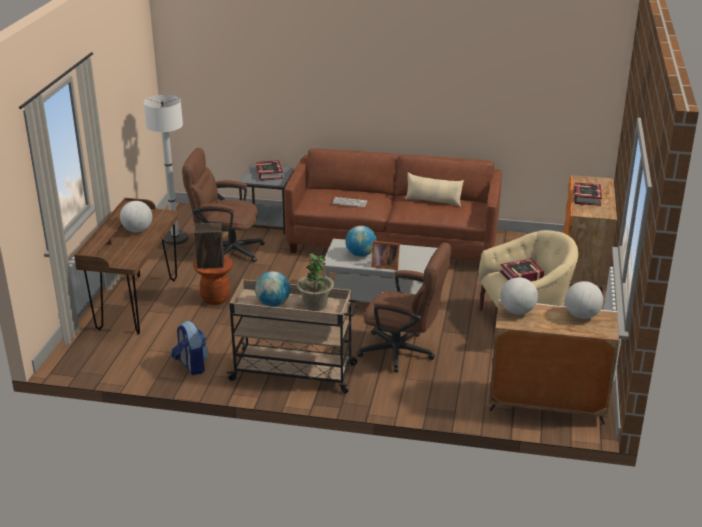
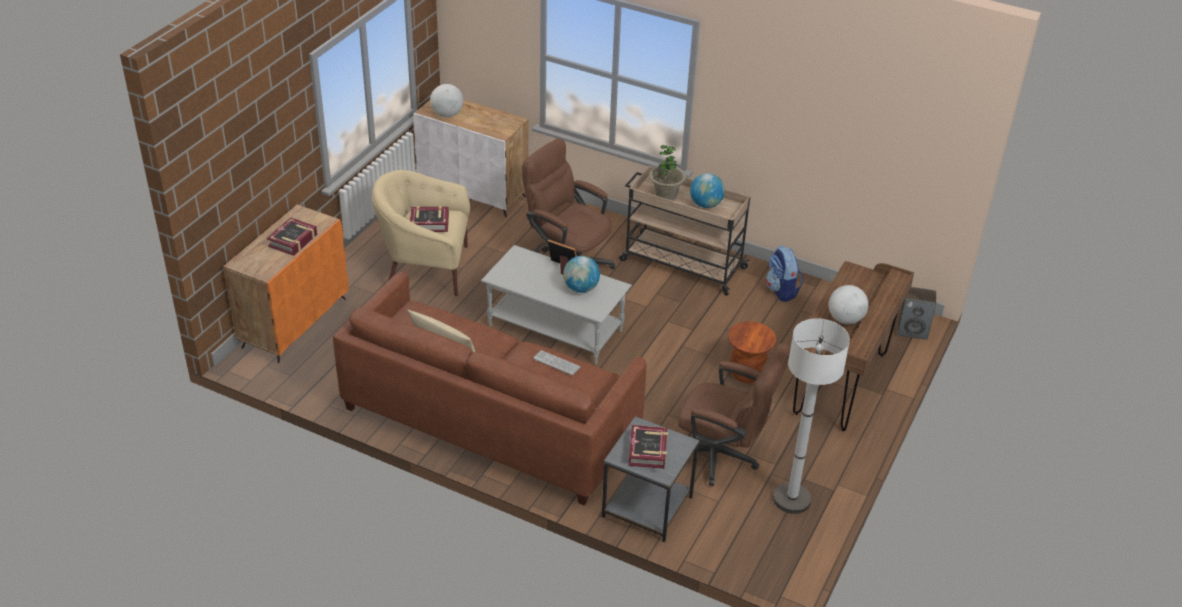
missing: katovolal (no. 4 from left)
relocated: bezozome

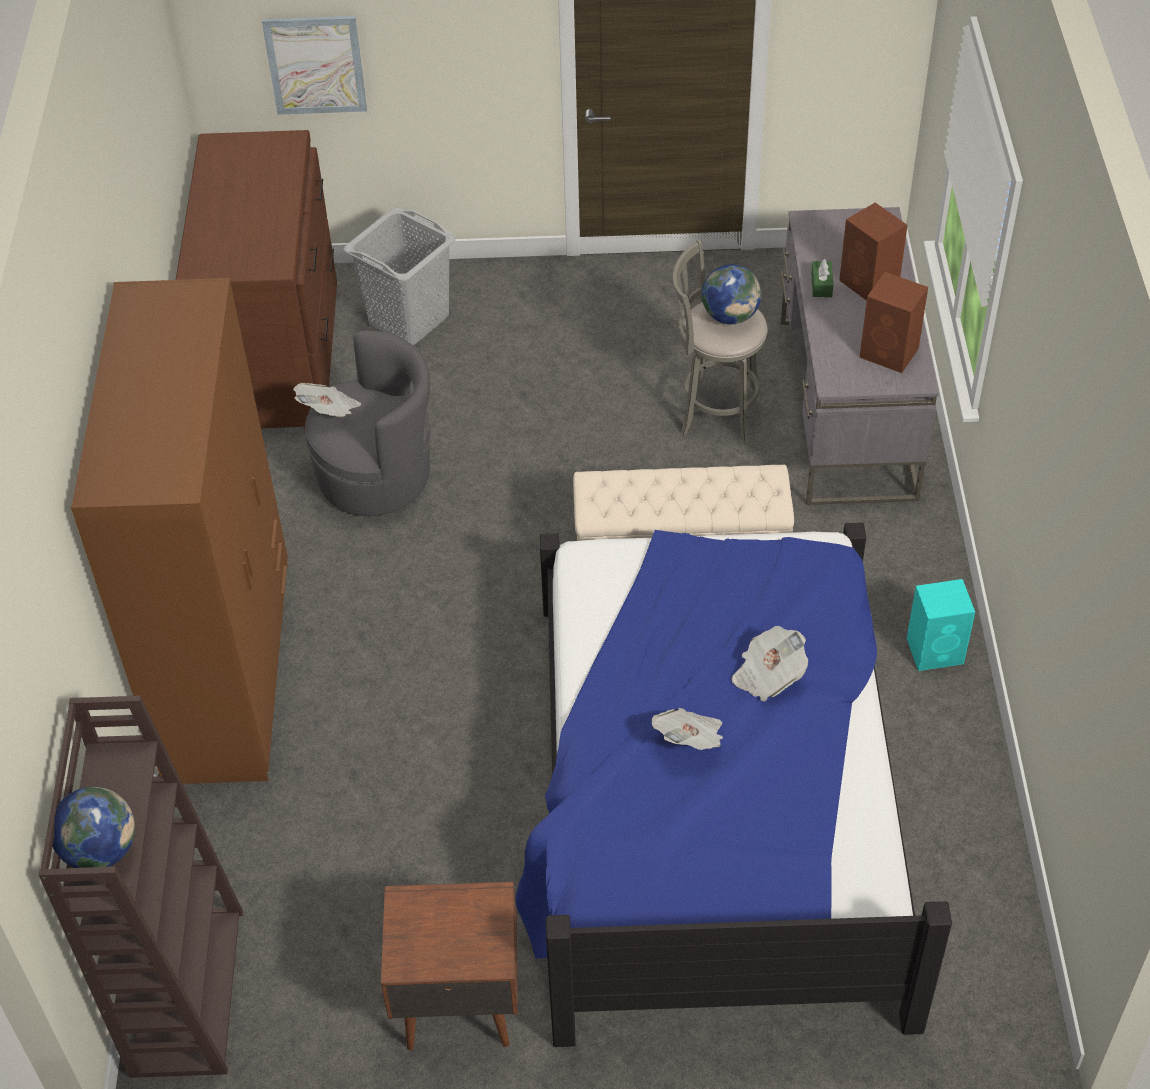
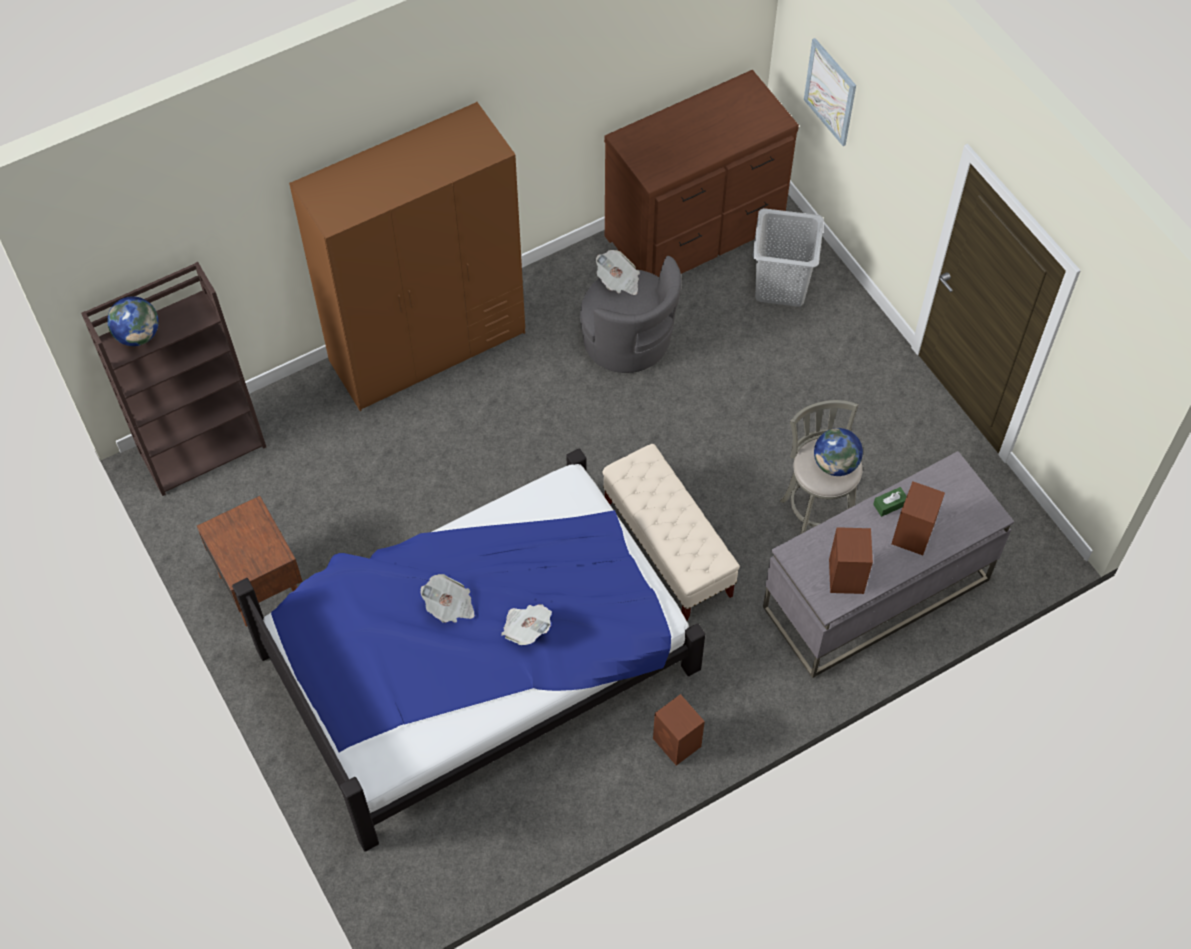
colour: turquoise_bezozome to brown_bezozome (no. 1 from left)

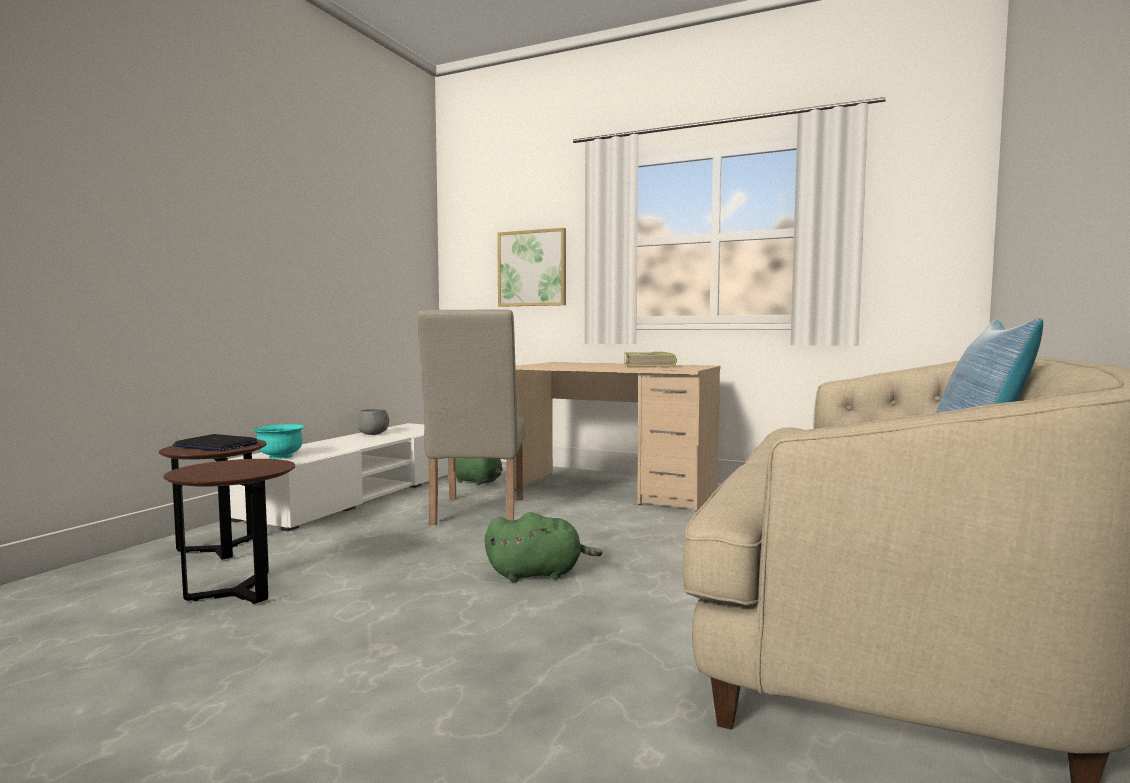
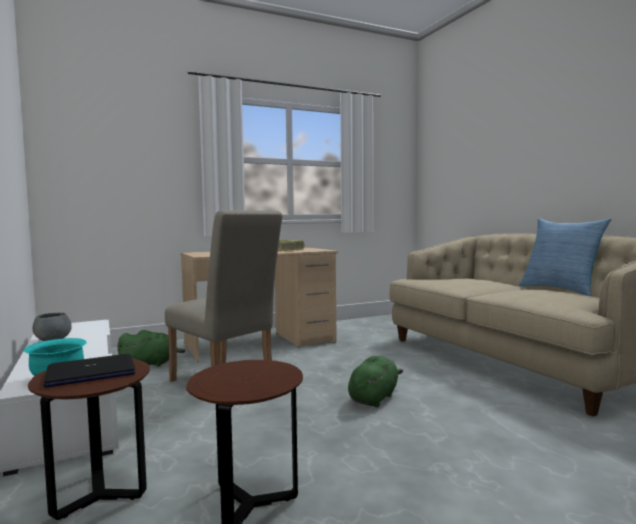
missing: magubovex

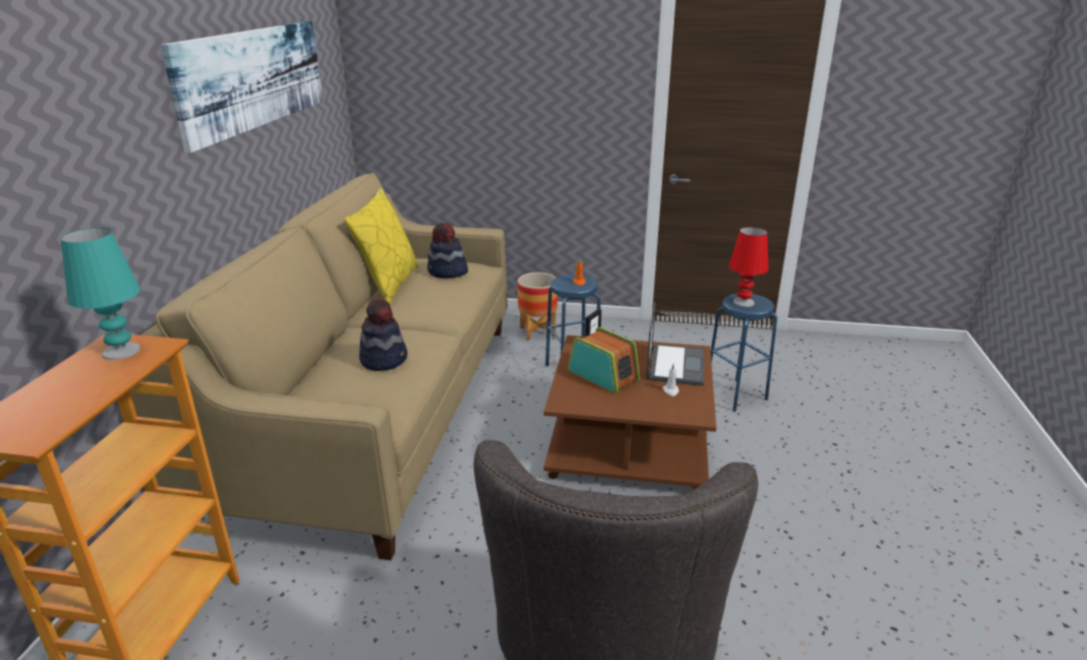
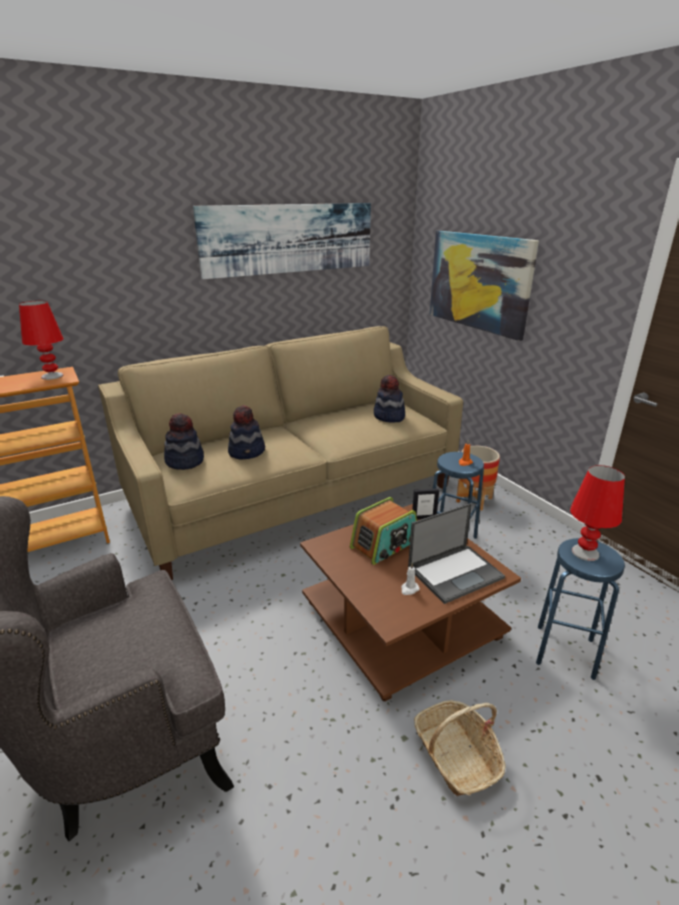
missing: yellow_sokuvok
appeared: magubovex (no. 2 from left); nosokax (no. 1 from left); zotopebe
colour: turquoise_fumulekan to red_fumulekan (no. 1 from left)
spun: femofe 45 degrees clockwise

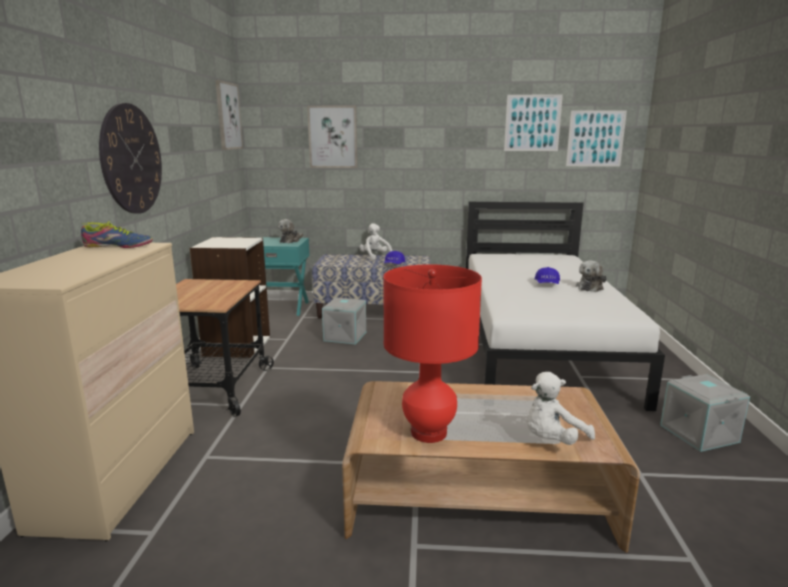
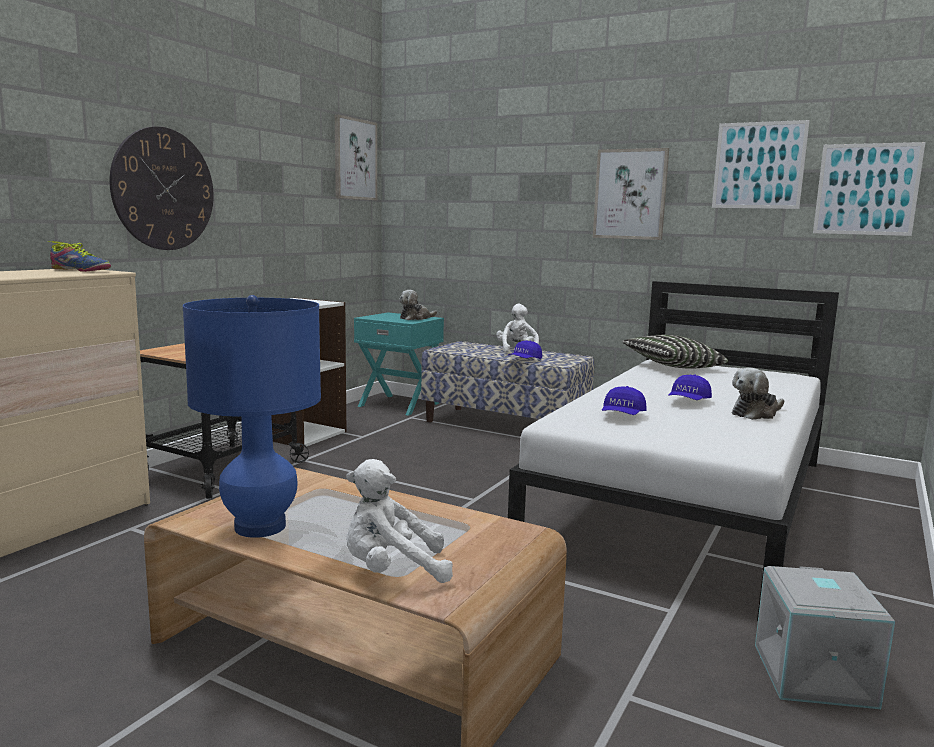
missing: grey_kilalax (no. 1 from left)
appeared: sokuvok; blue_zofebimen (no. 2 from left)
relocated: magubovex (no. 2 from left)
colour: red_fumulekan to blue_fumulekan

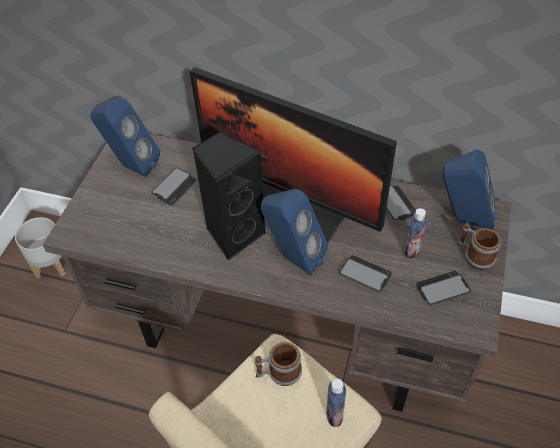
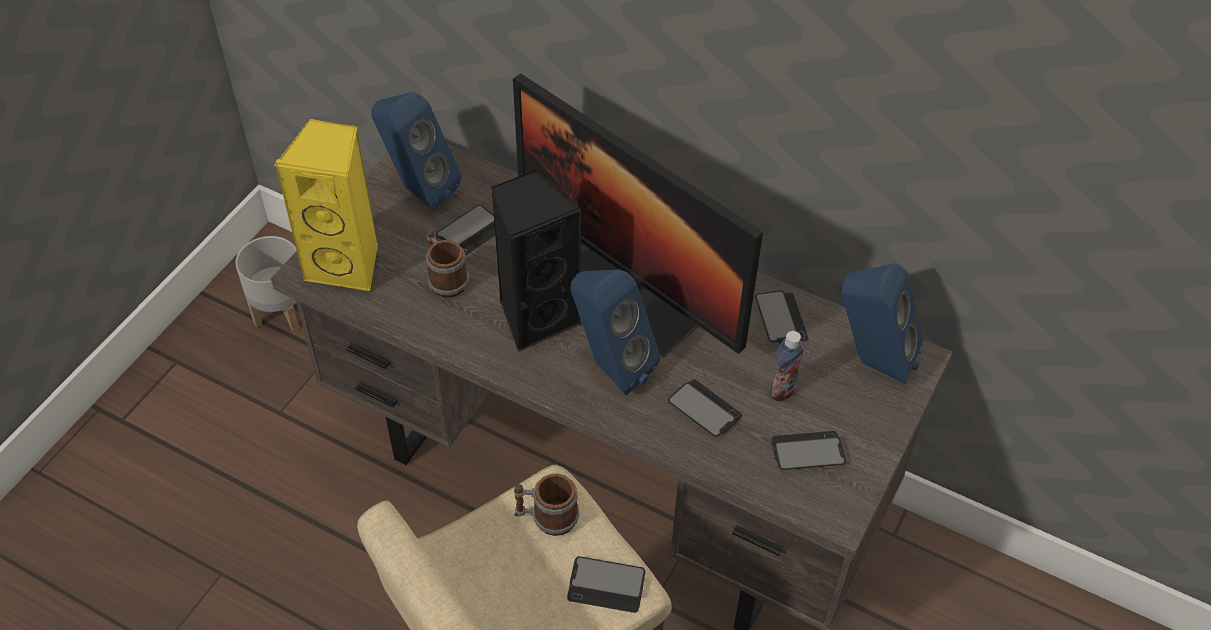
appeared: yellow_bezozome
relocated: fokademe (no. 2 from left in the first image) to fokademe (no. 1 from left)
exchanged: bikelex (no. 1 from left) to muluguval (no. 2 from left)

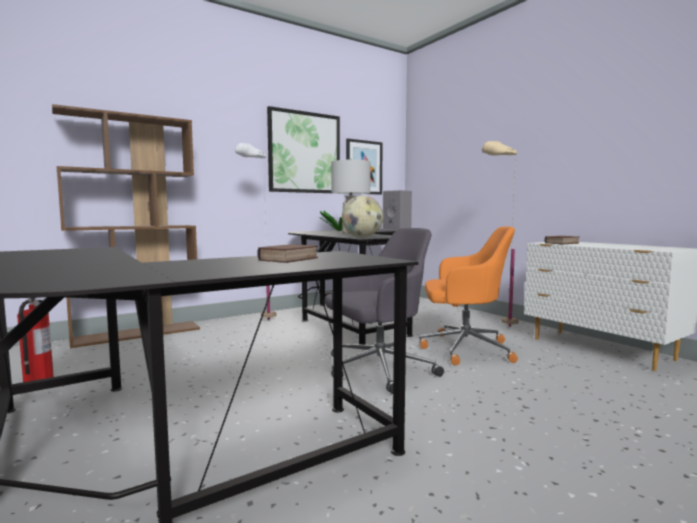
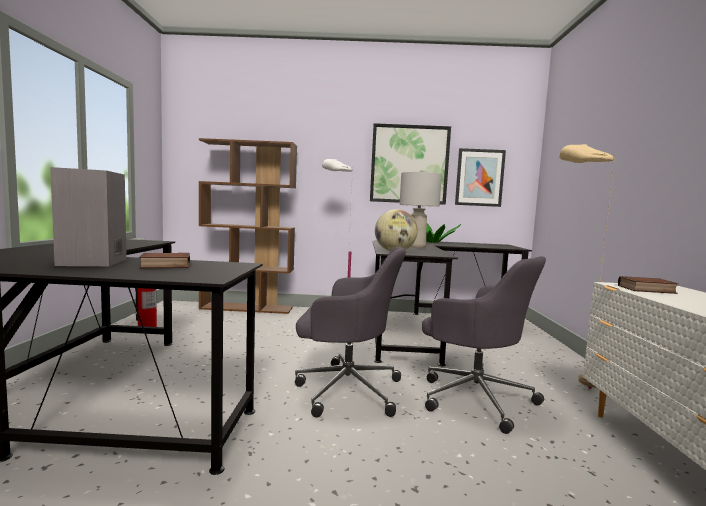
relocated: grey_bezozome
colour: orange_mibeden to grey_mibeden (no. 2 from left)

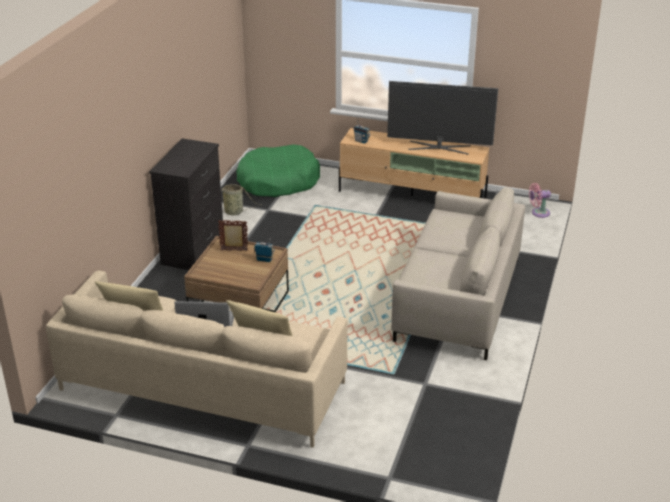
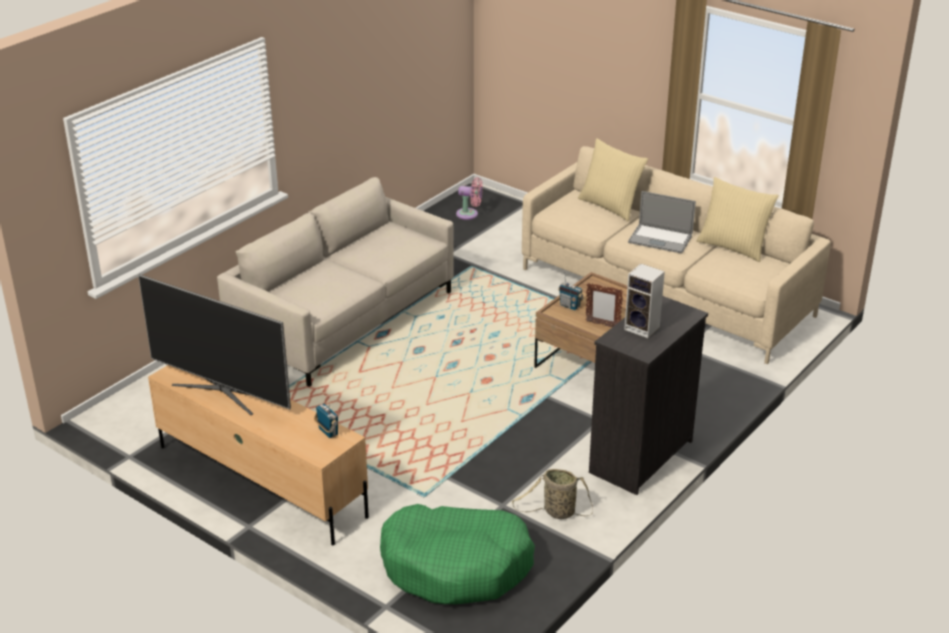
appeared: bezozome
relocated: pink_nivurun

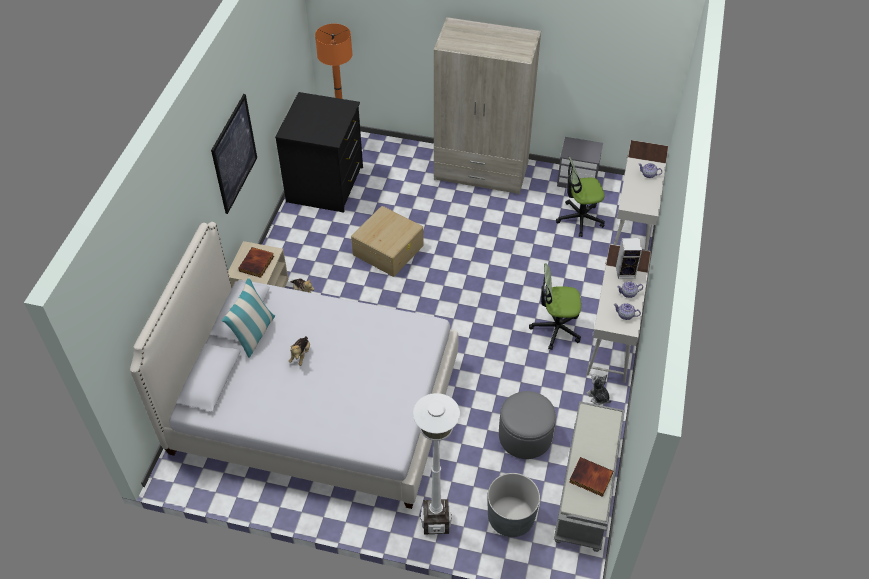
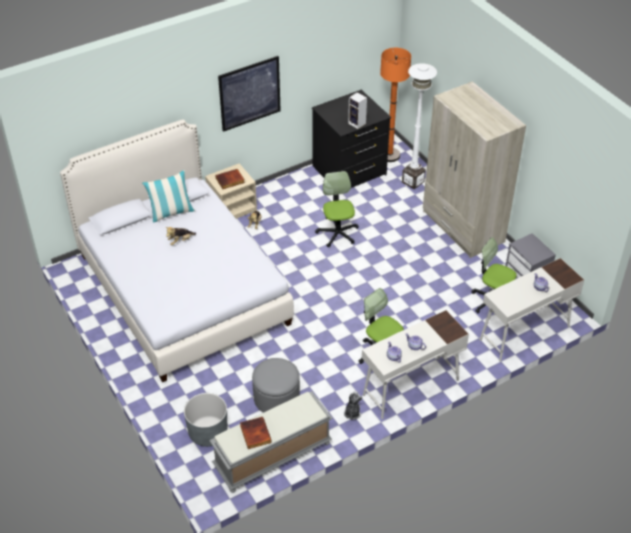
relocated: bezozome; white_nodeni
exchanged: beige_kilalax to mibeden (no. 1 from left)

